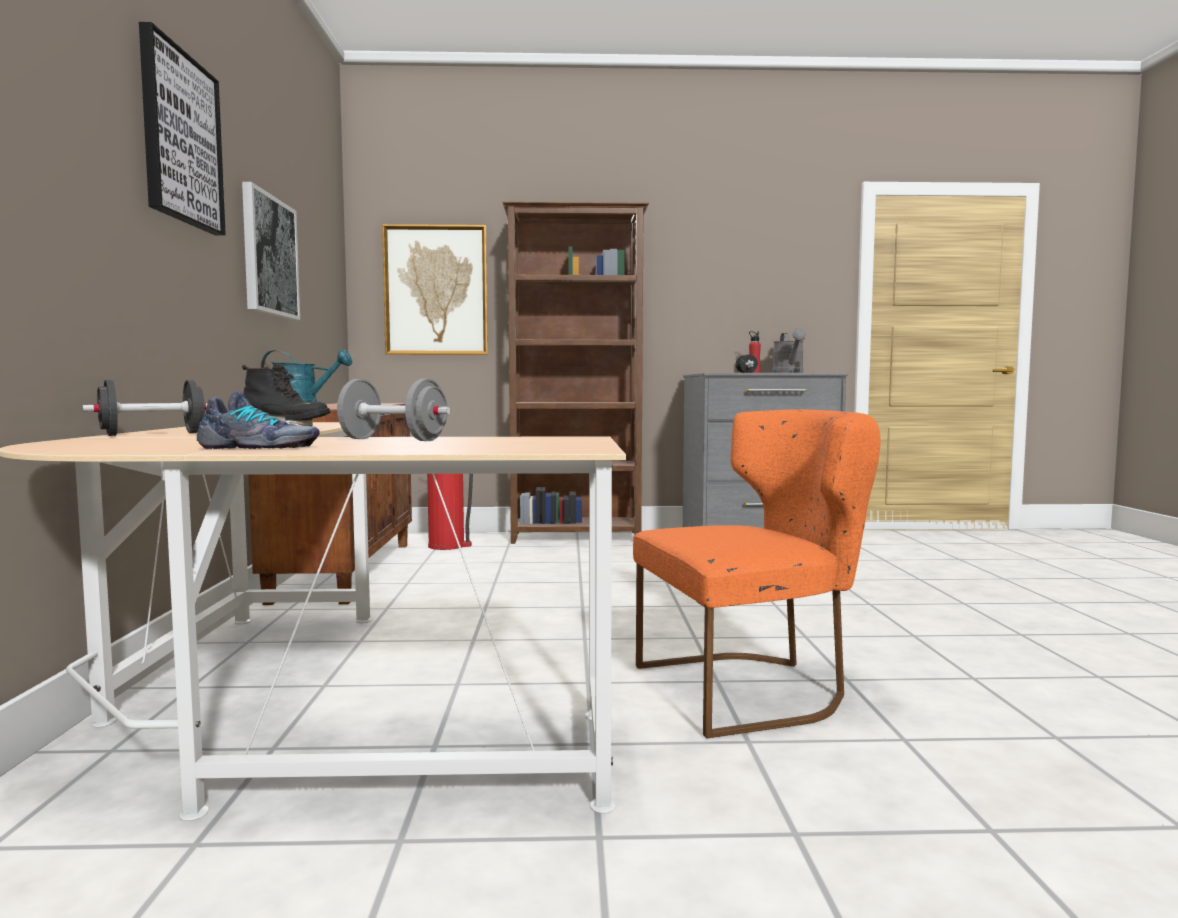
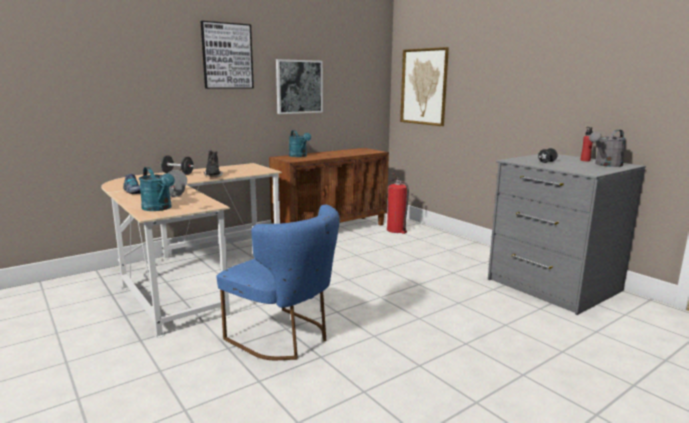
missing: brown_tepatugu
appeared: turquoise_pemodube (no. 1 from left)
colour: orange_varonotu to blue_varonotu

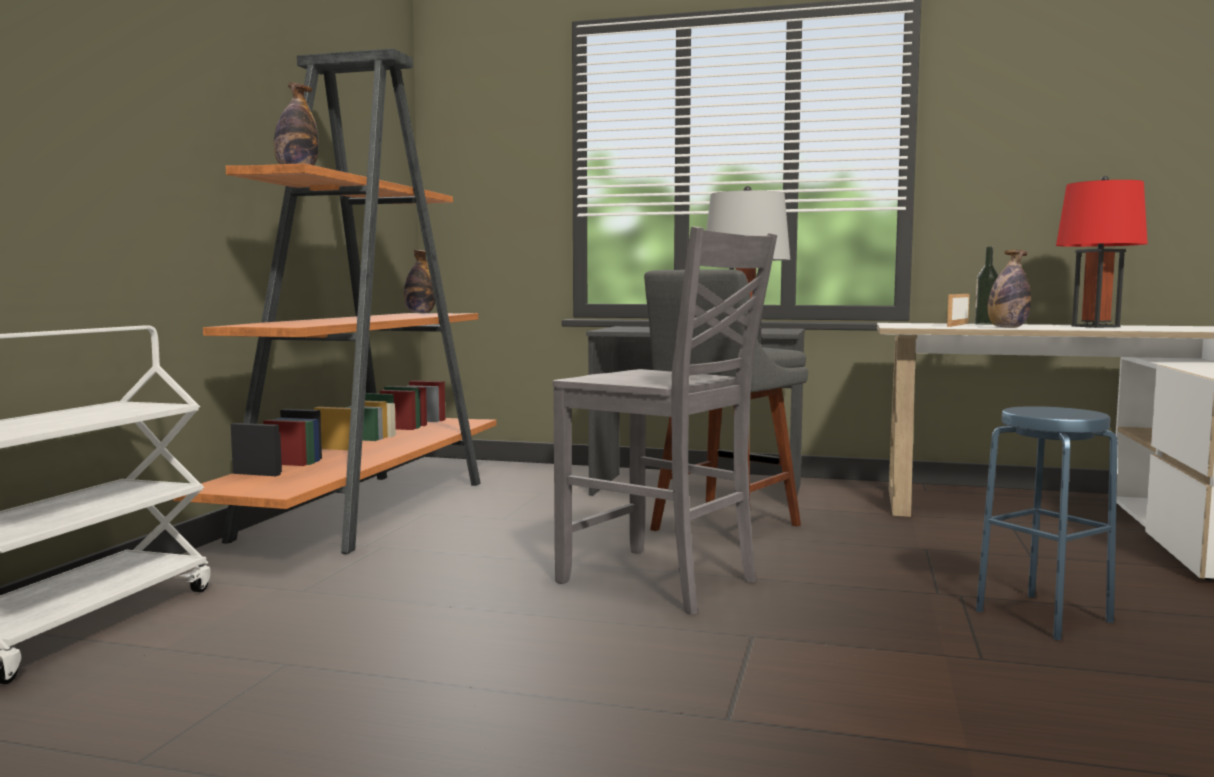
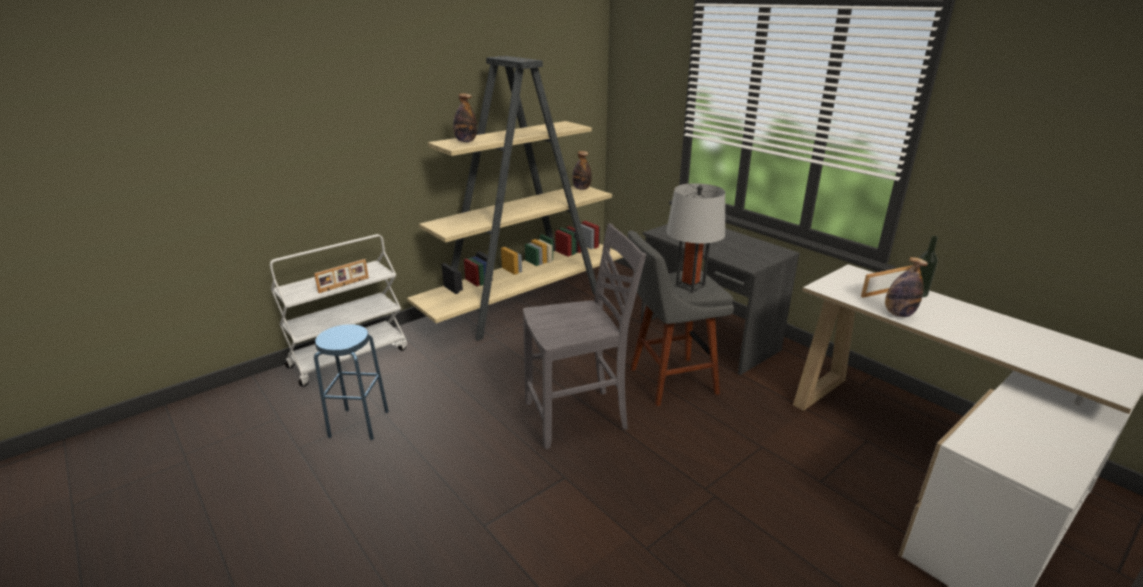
missing: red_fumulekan
appeared: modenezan (no. 1 from left)
relocated: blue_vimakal
colour: orange_tepatugu to beige_tepatugu
spun: grey_varonotu 90 degrees counterclockwise

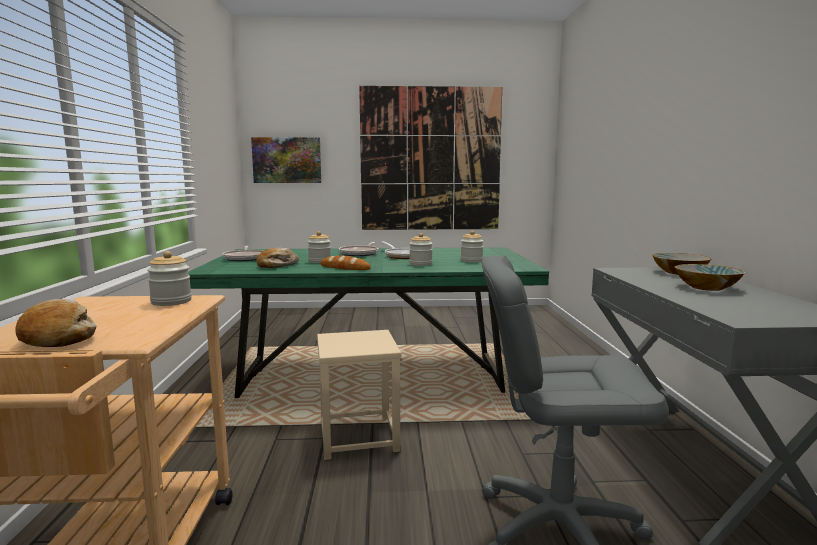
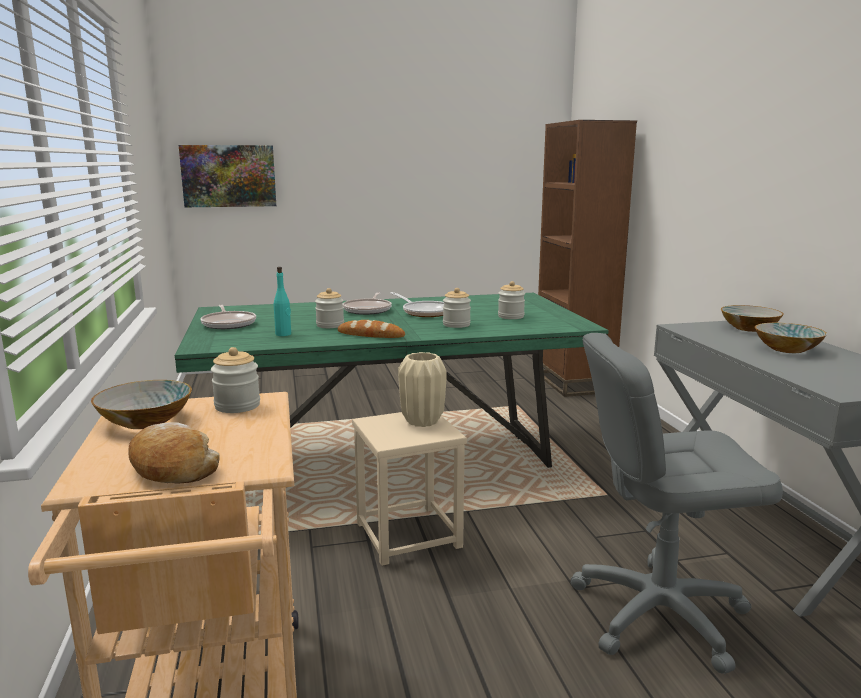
missing: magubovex (no. 2 from left)
appeared: brown_tepatugu; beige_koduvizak; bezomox (no. 1 from left)
exchanged: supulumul (no. 2 from left) to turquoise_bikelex

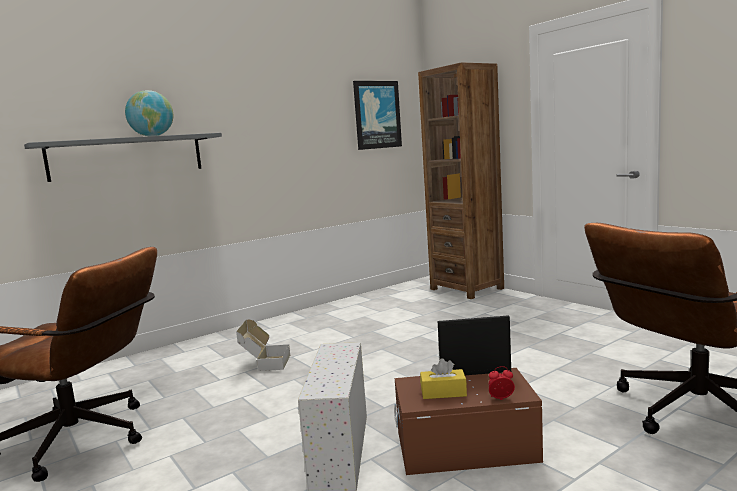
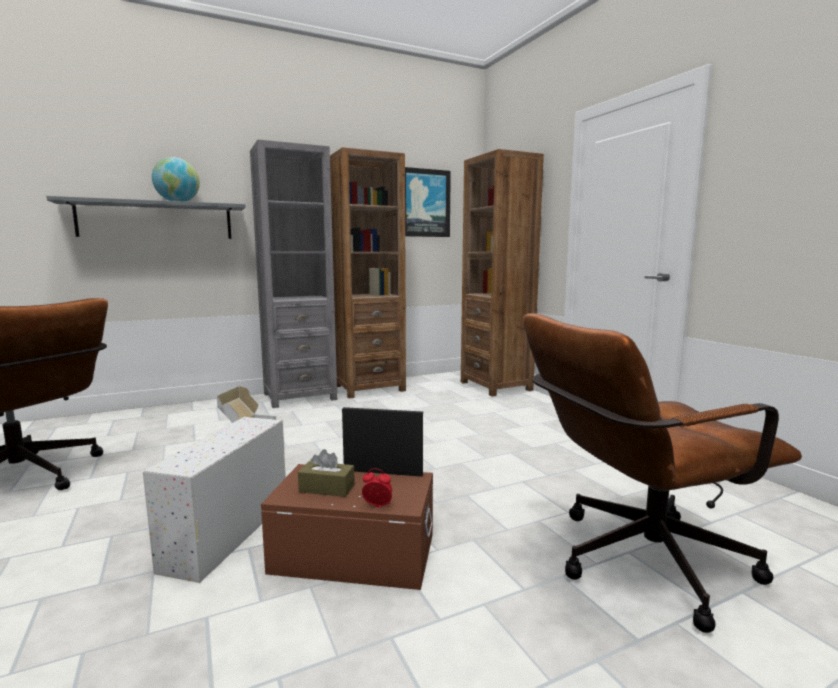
appeared: grey_tepatugu; brown_tepatugu (no. 1 from left)
colour: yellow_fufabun to brown_fufabun

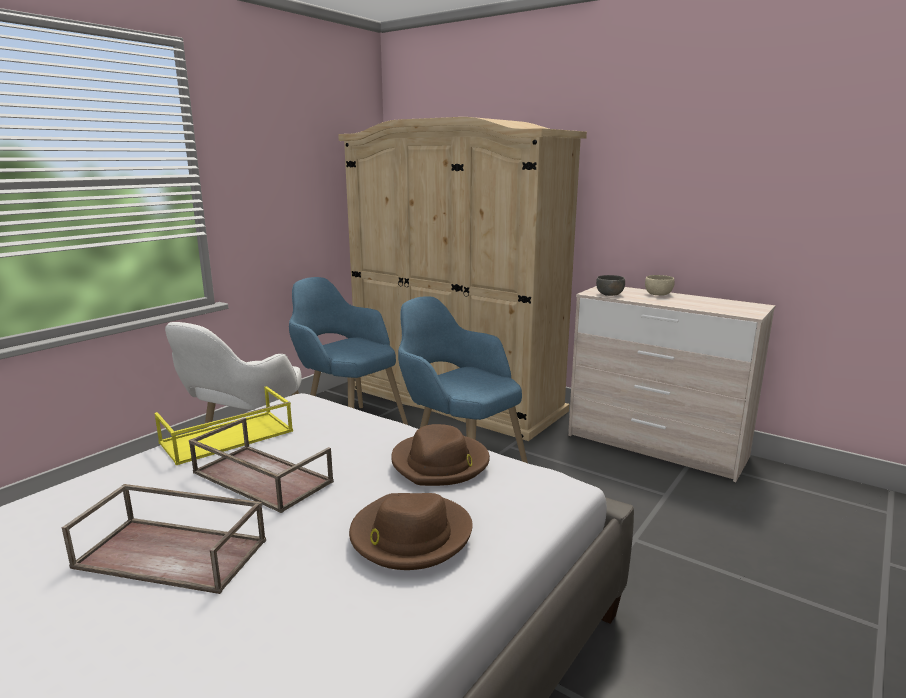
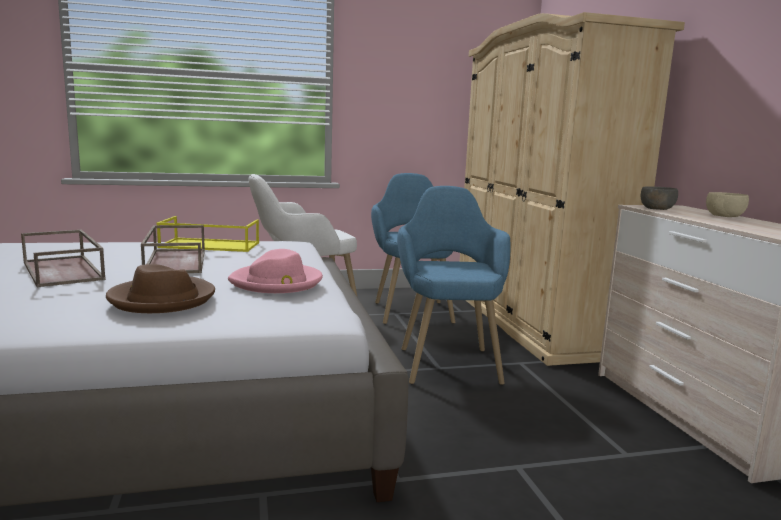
colour: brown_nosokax (no. 2 from left) to pink_nosokax

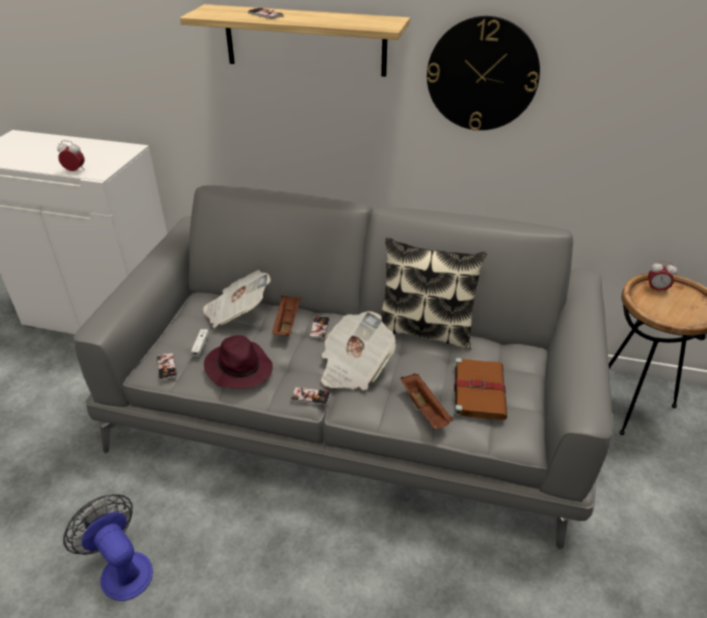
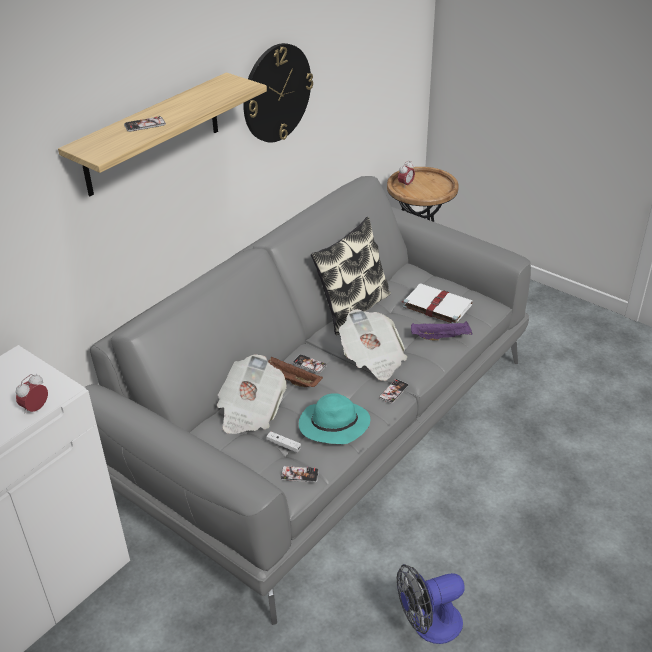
colour: purple_nosokax to turquoise_nosokax; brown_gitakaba to white_gitakaba; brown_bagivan (no. 2 from left) to purple_bagivan

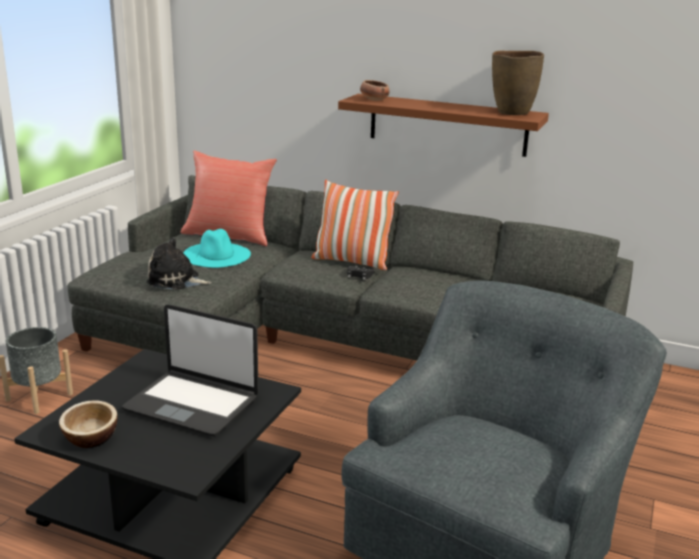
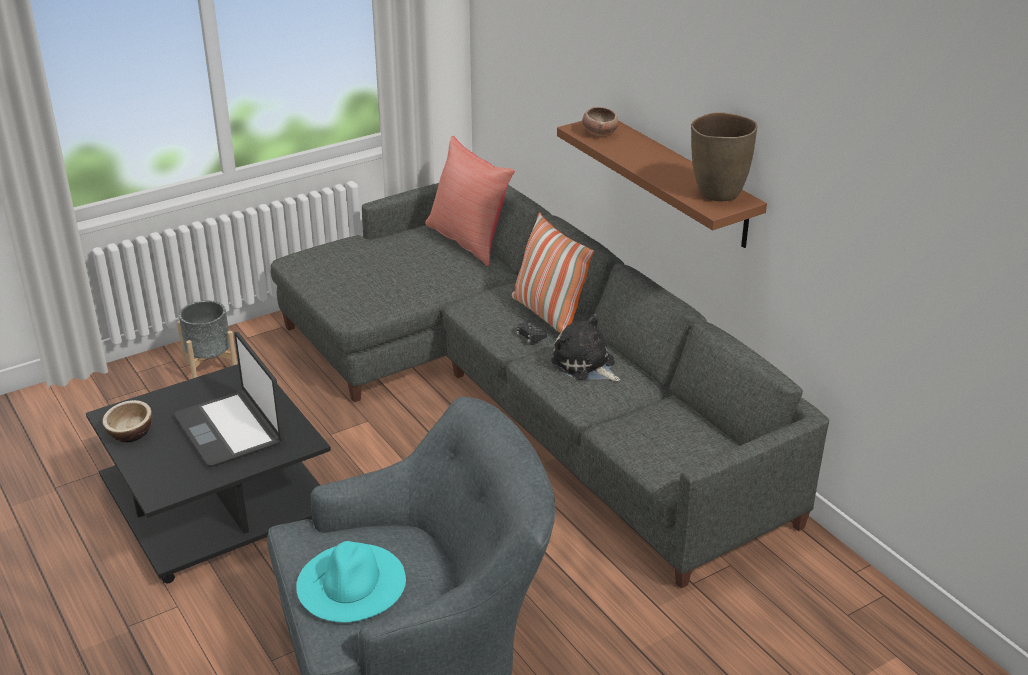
relocated: turquoise_nosokax; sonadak

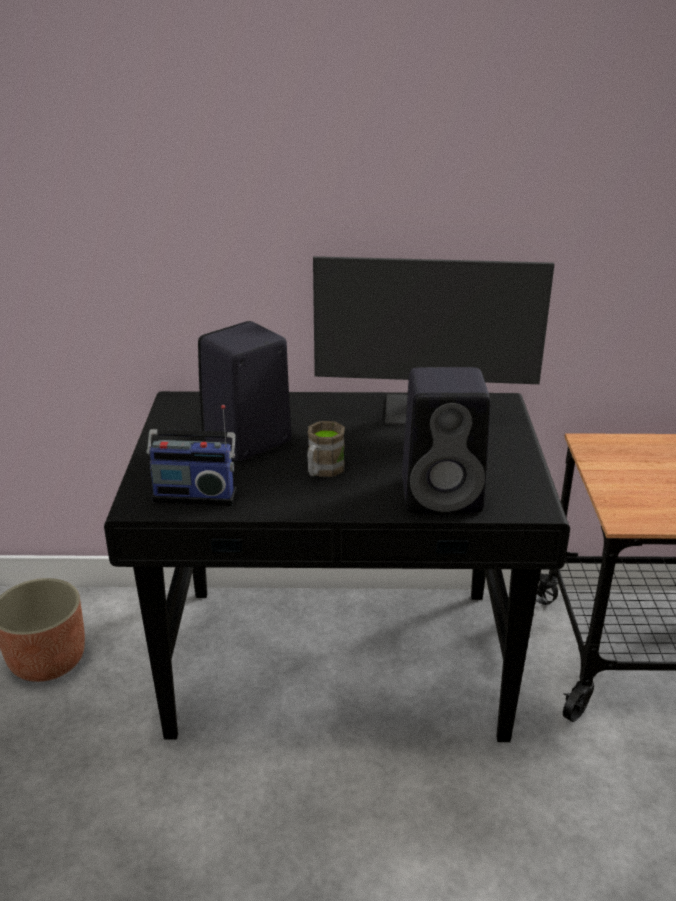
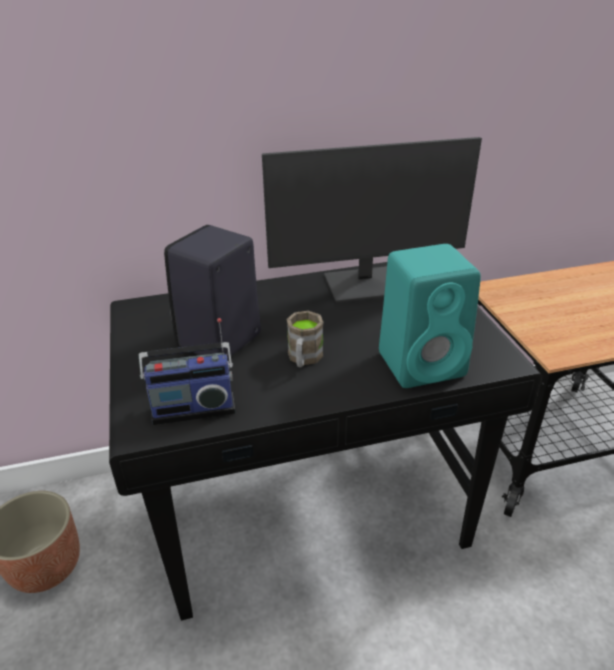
colour: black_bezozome (no. 2 from left) to turquoise_bezozome

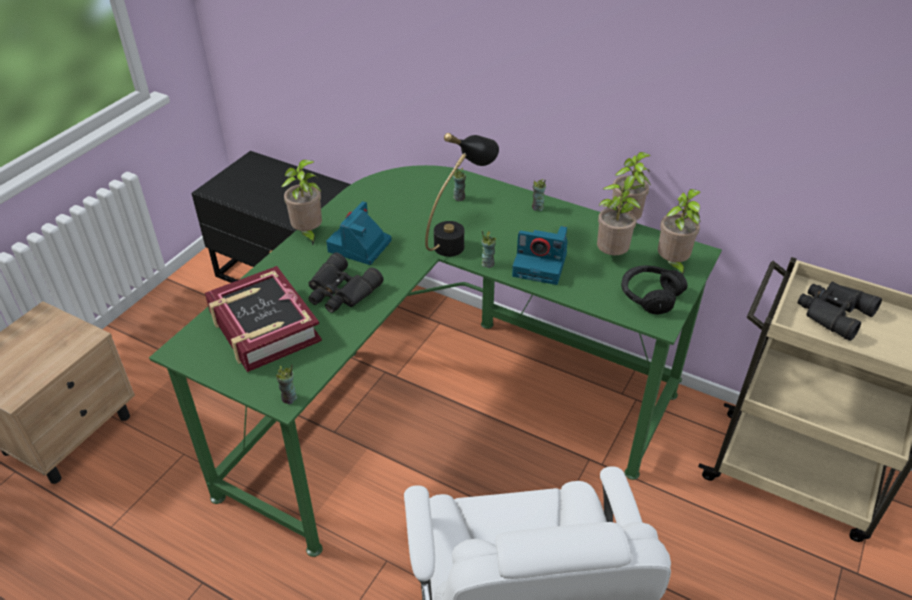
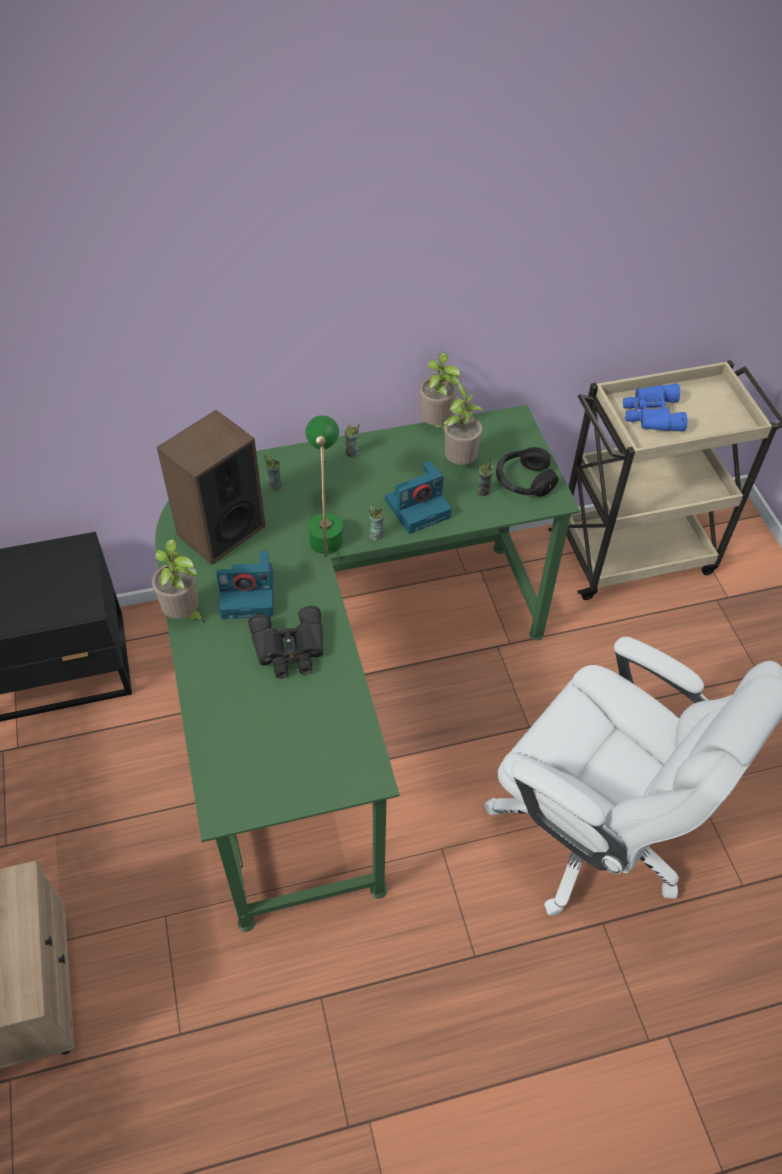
missing: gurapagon (no. 4 from left); gitakaba
appeared: bezozome
relocated: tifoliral (no. 1 from left in the first image) to tifoliral (no. 4 from left)
colour: black_fumulekan to green_fumulekan; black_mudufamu (no. 2 from left) to blue_mudufamu
spun: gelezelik (no. 1 from left) 75 degrees counterclockwise

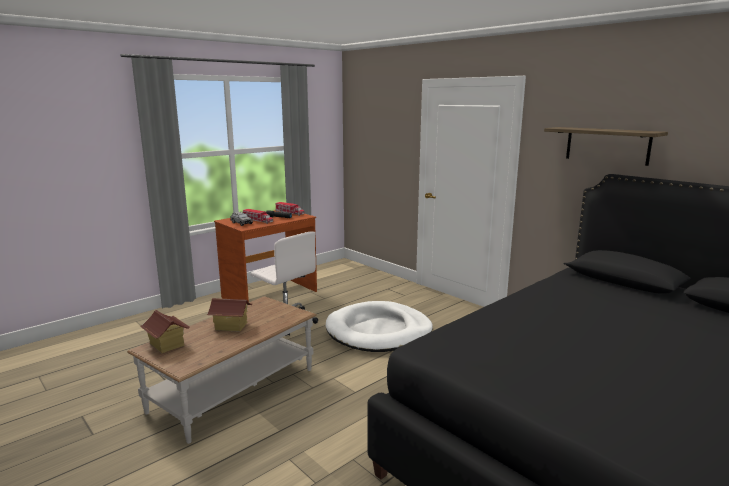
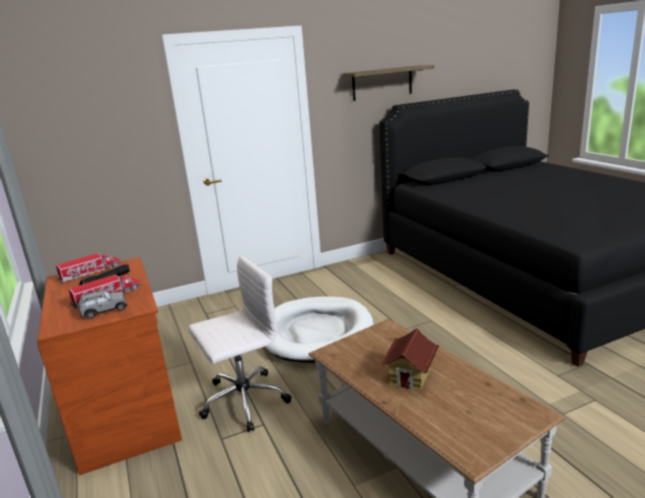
missing: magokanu (no. 1 from left)

